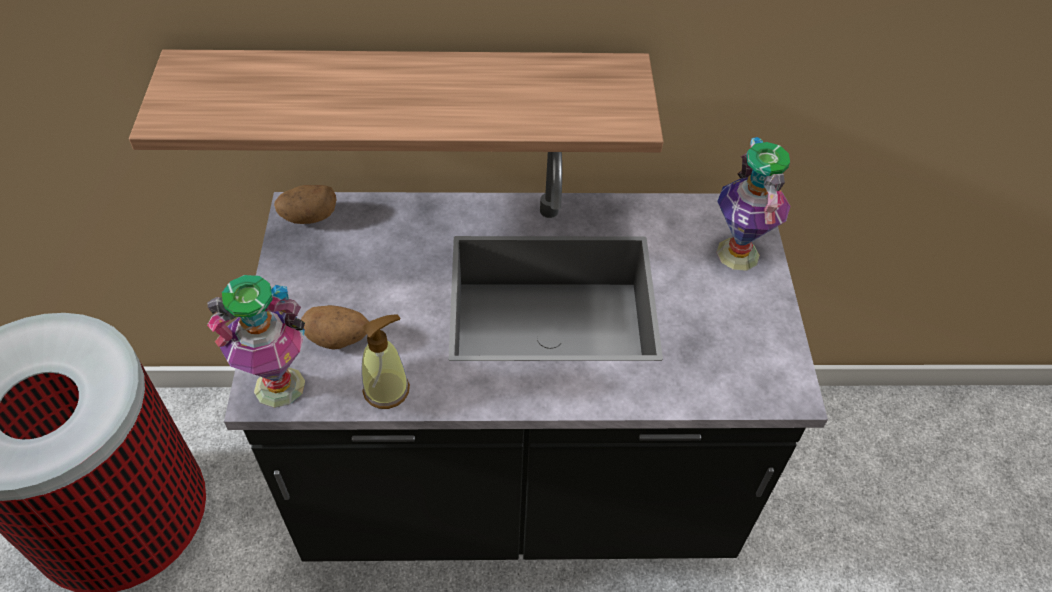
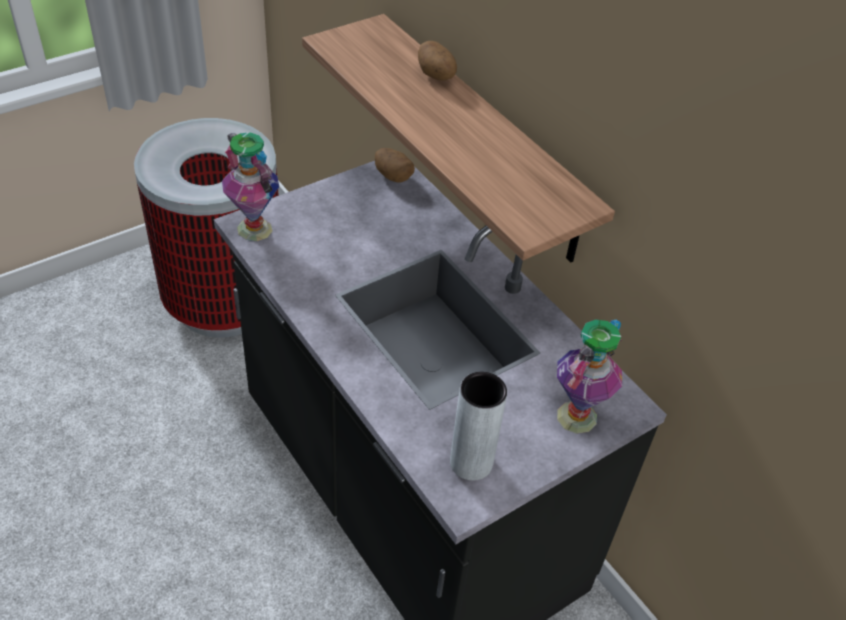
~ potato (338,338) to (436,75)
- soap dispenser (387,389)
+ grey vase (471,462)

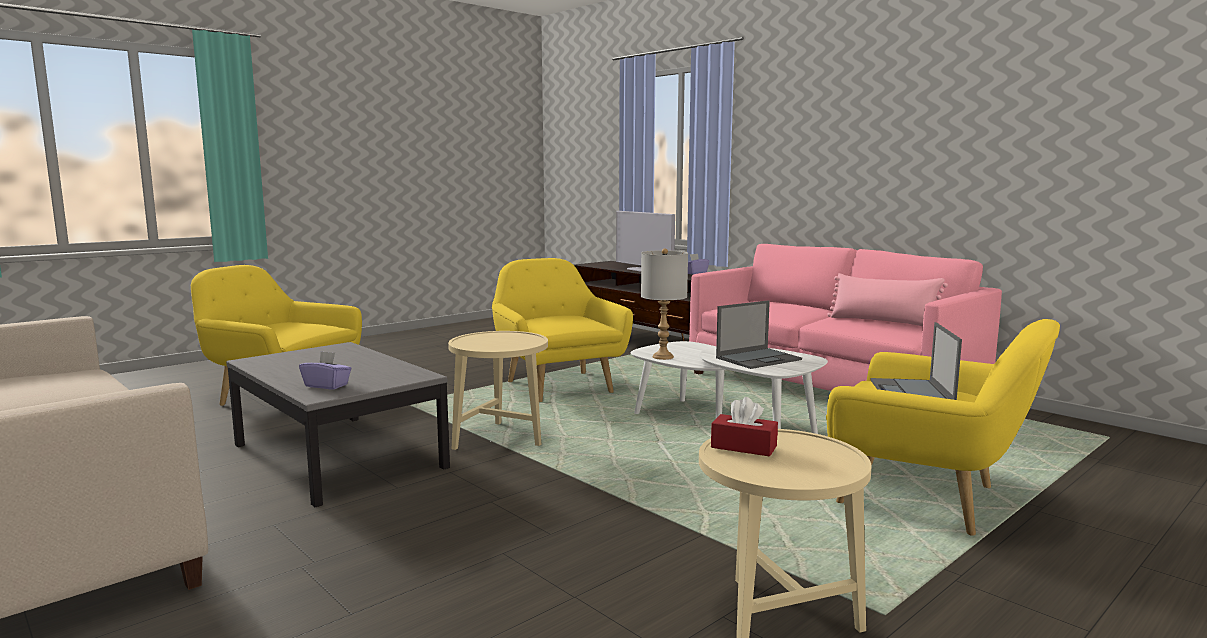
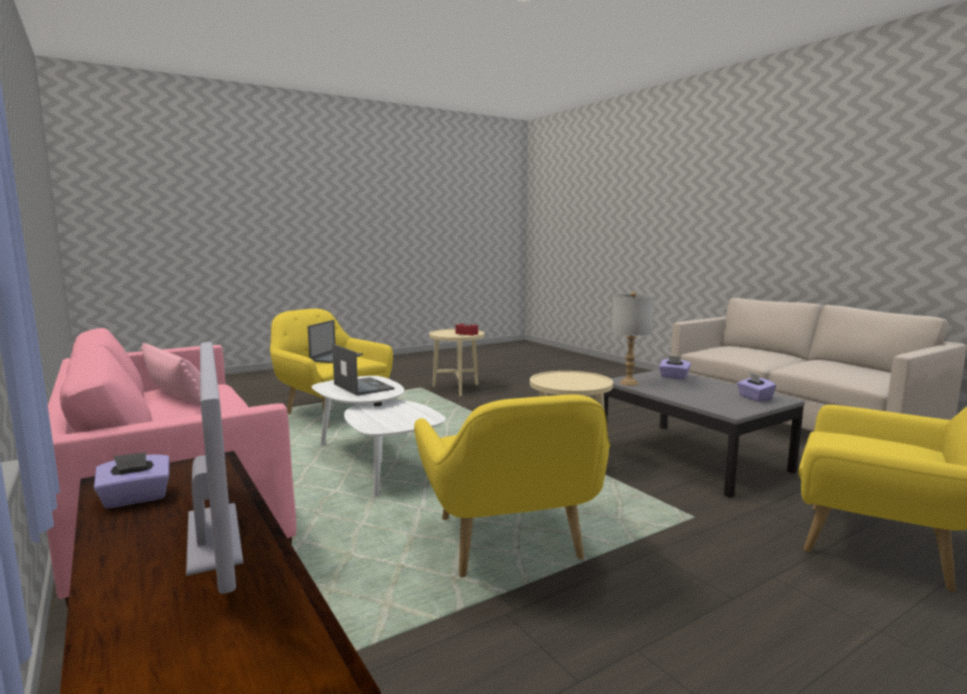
~ grey table lamp (663,357) to (628,383)
~ laptop (759,358) = (363,386) 75 degrees clockwise
+ purple tissue box (754,398)

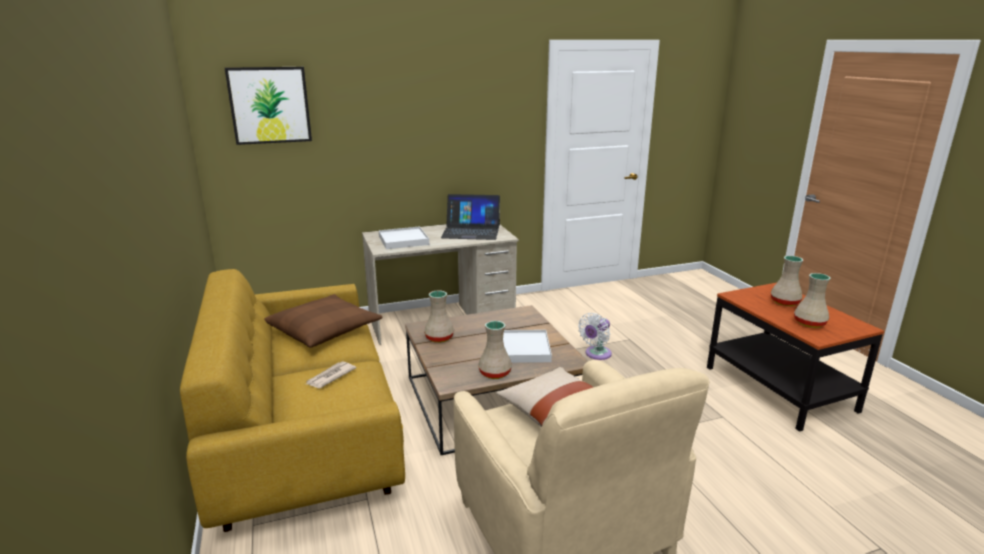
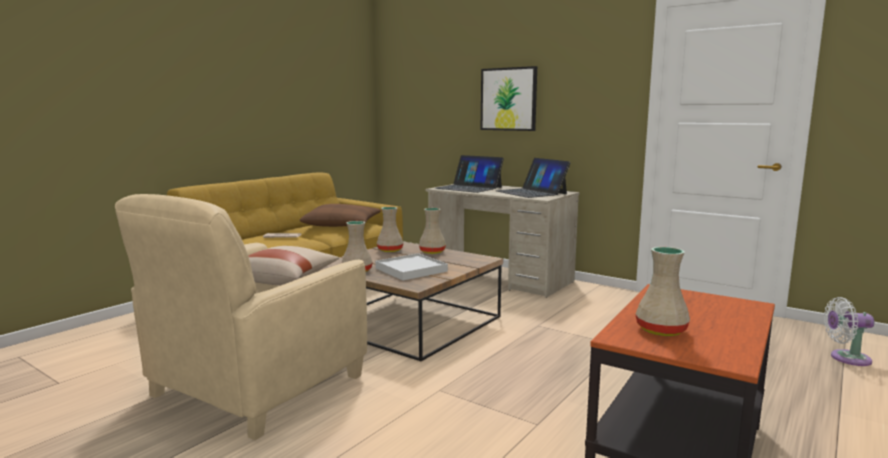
~ picture (270,105) to (508,99)
~ white tray (403,240) to laptop (469,188)
~ beige vase (785,302) to (433,252)
~ white fan (596,354) to (846,358)

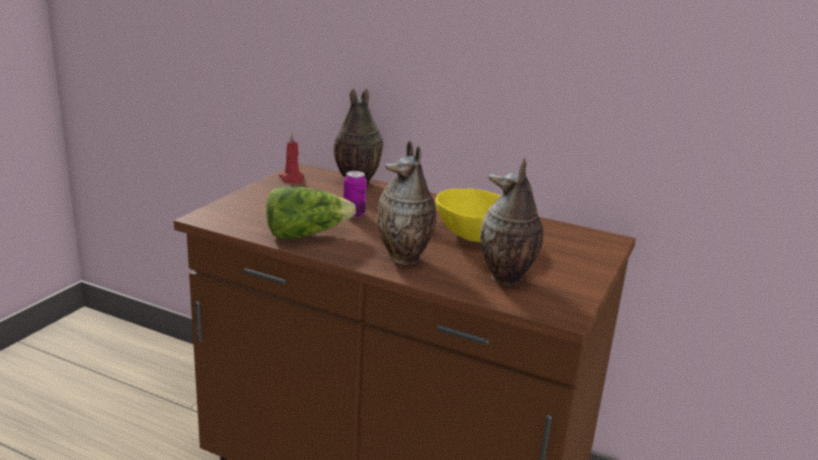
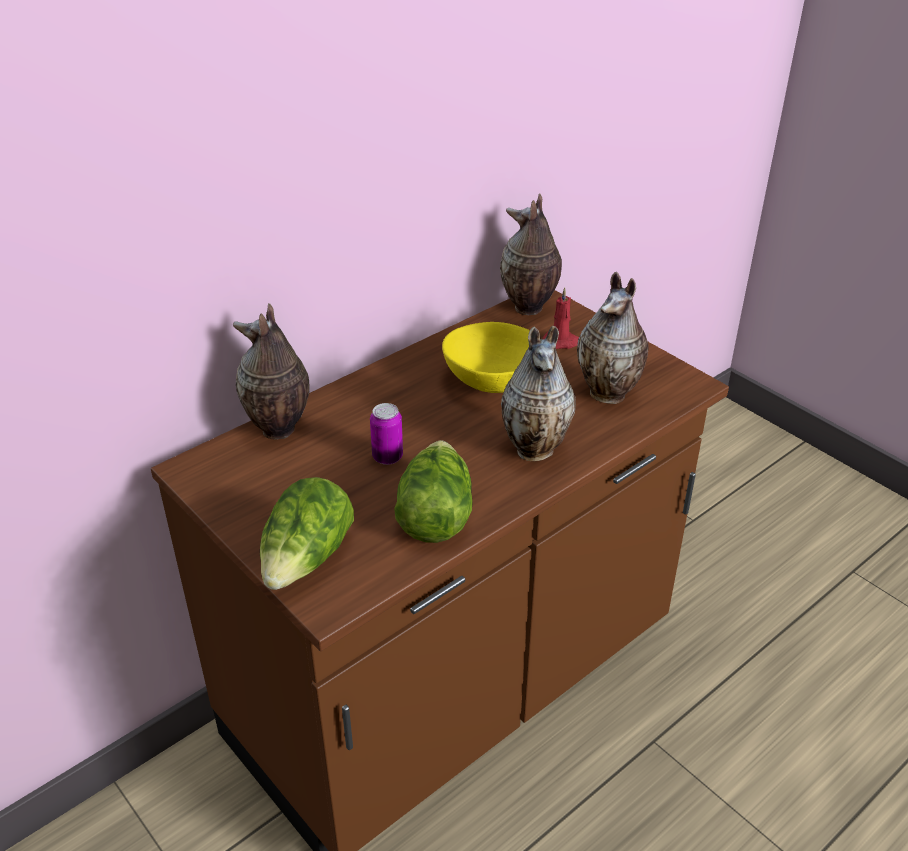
~ red candle (292,179) to (562,342)
+ vase (528,308)
+ lettuce (307,559)

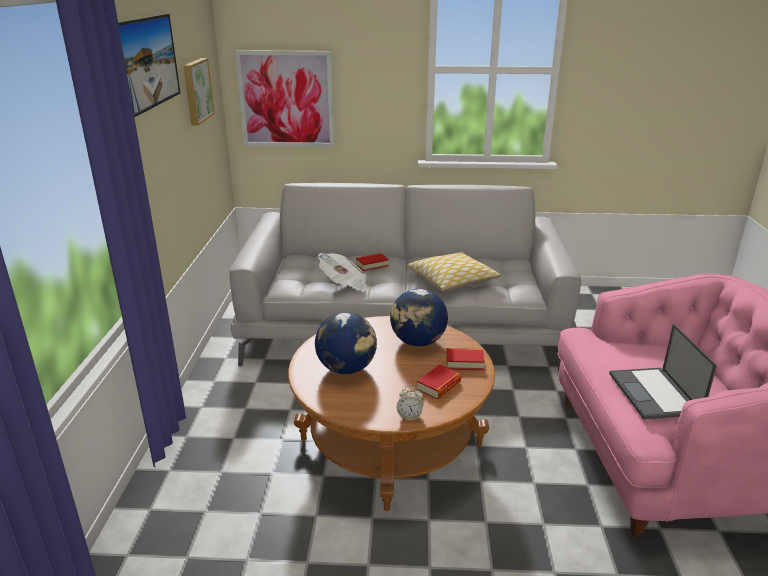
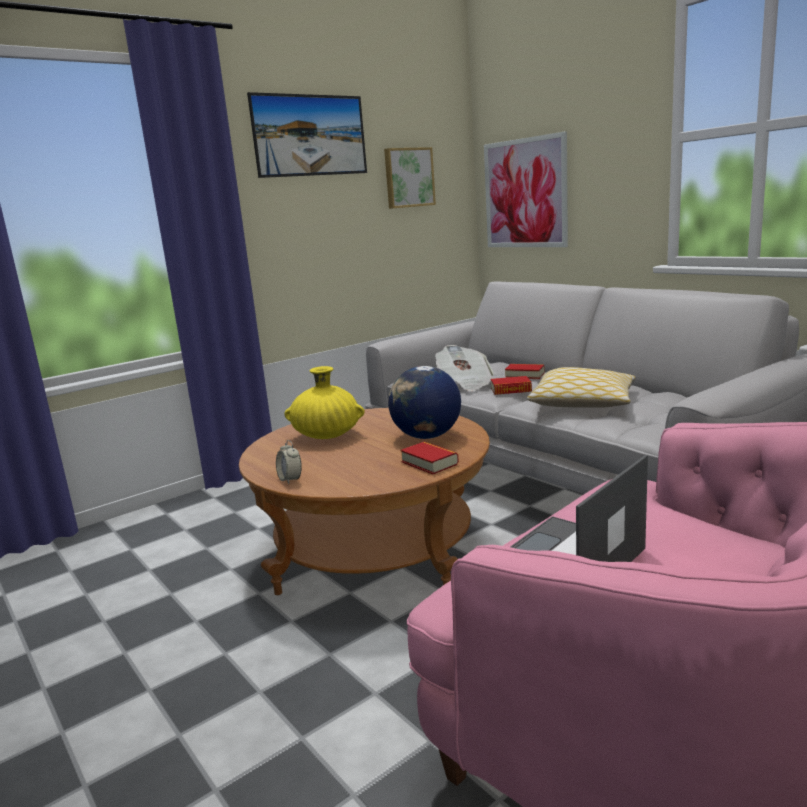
~ globe (347,368) to yellow vase (327,435)
~ book (439,386) to (511,390)

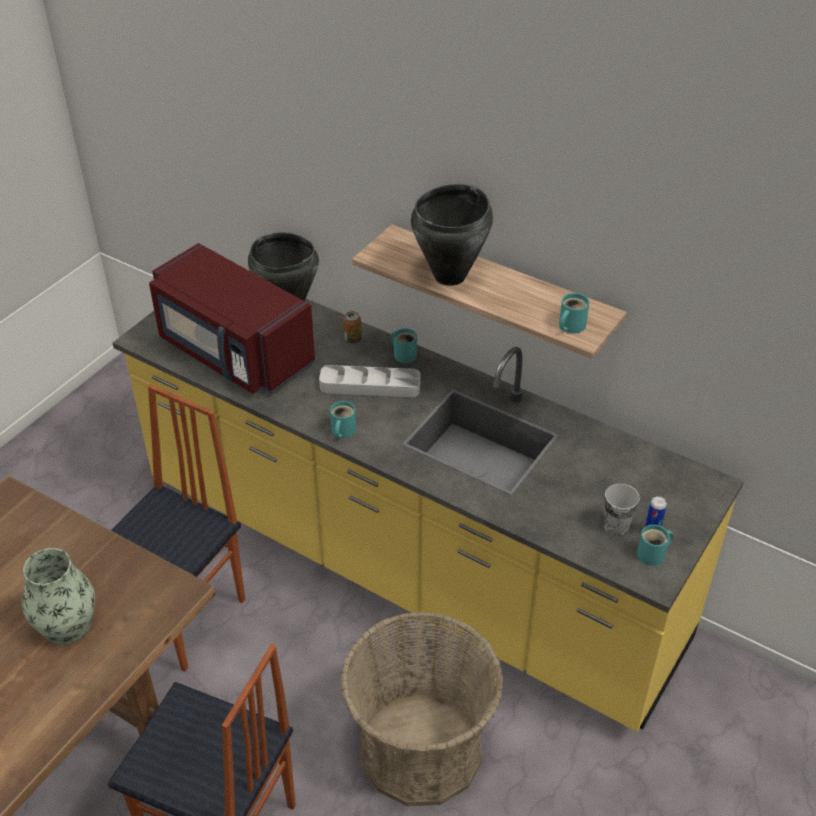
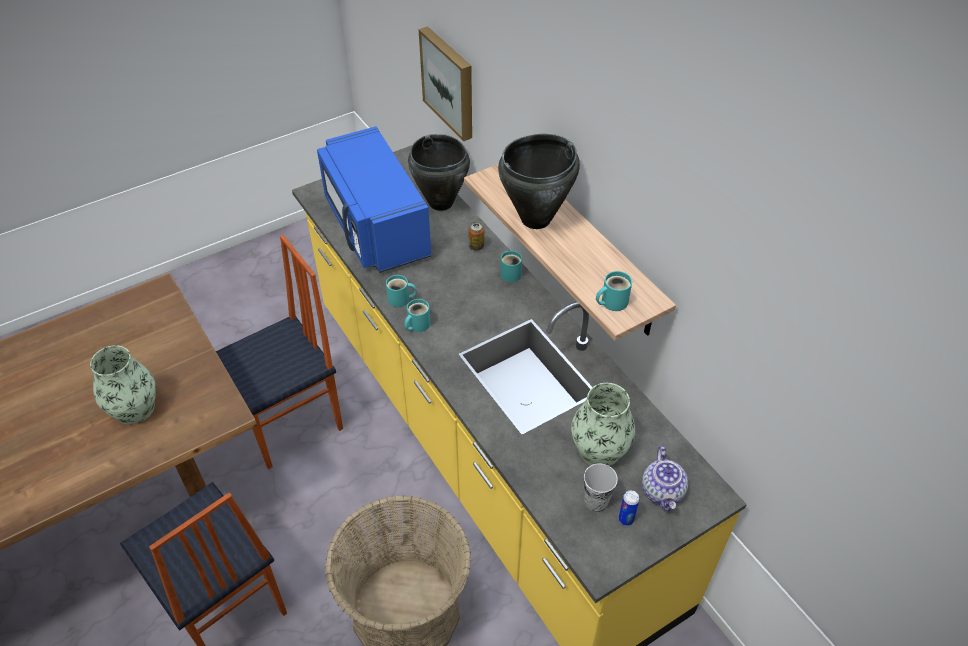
~ red microwave (233,352) to blue microwave (375,227)
- grey tray (370,385)
~ turquoise mug (653,554) to (401,300)
+ picture (450,82)
+ vase (599,449)
+ teapot (663,492)

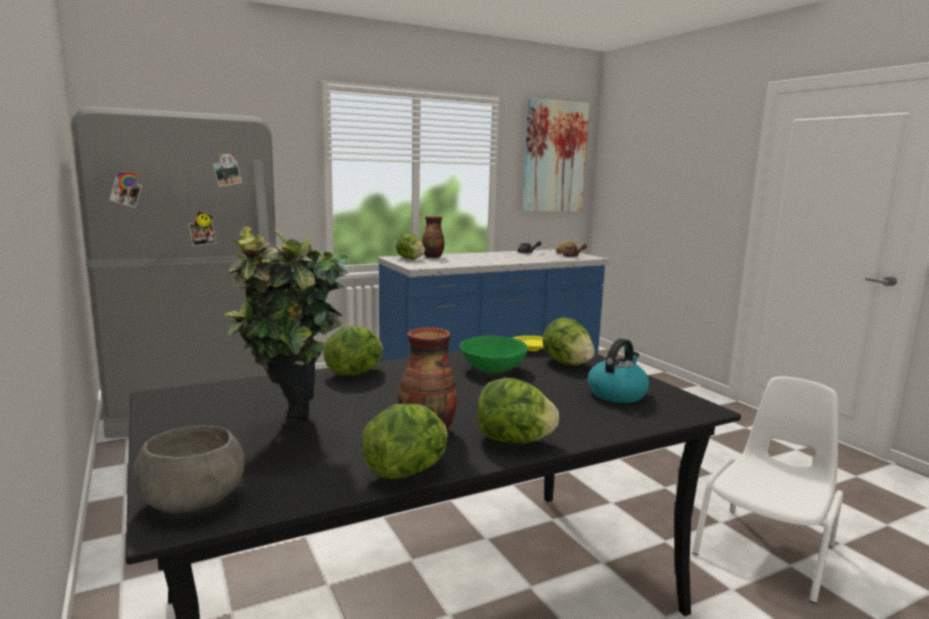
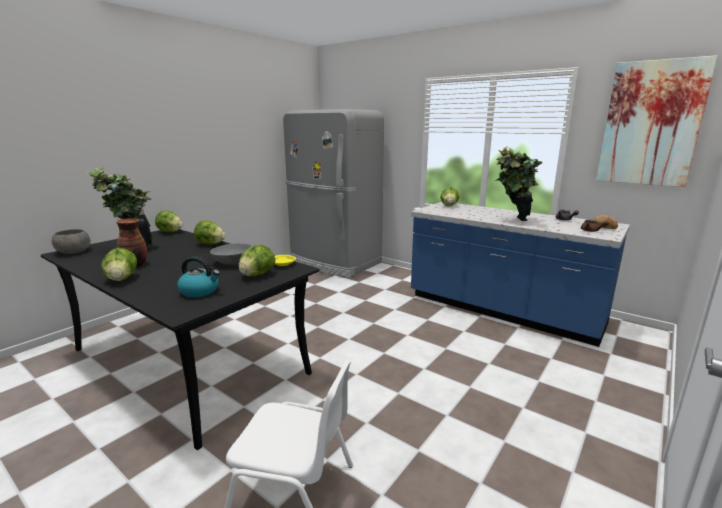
- vase (433,257)
~ green bowl (492,369) to grey bowl (233,262)
~ lettuce (408,471) to (170,232)
+ potted plant (512,221)

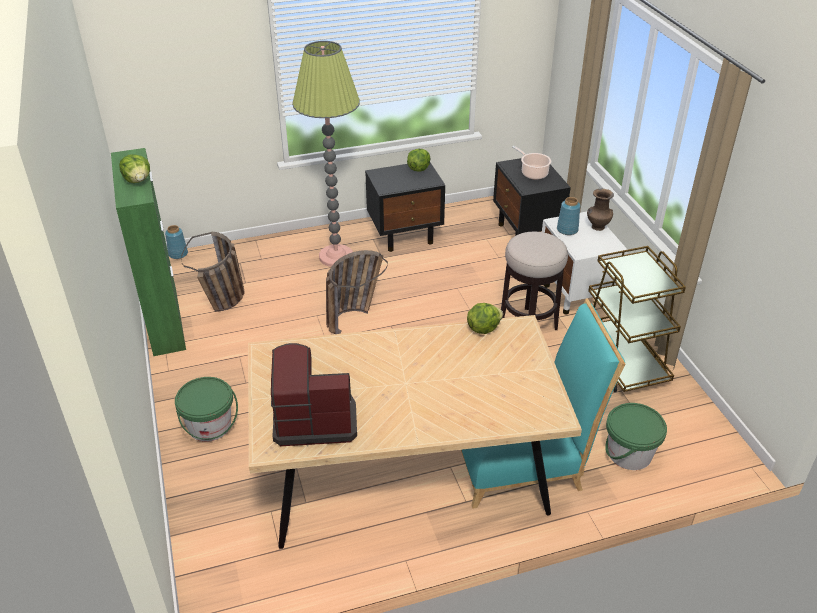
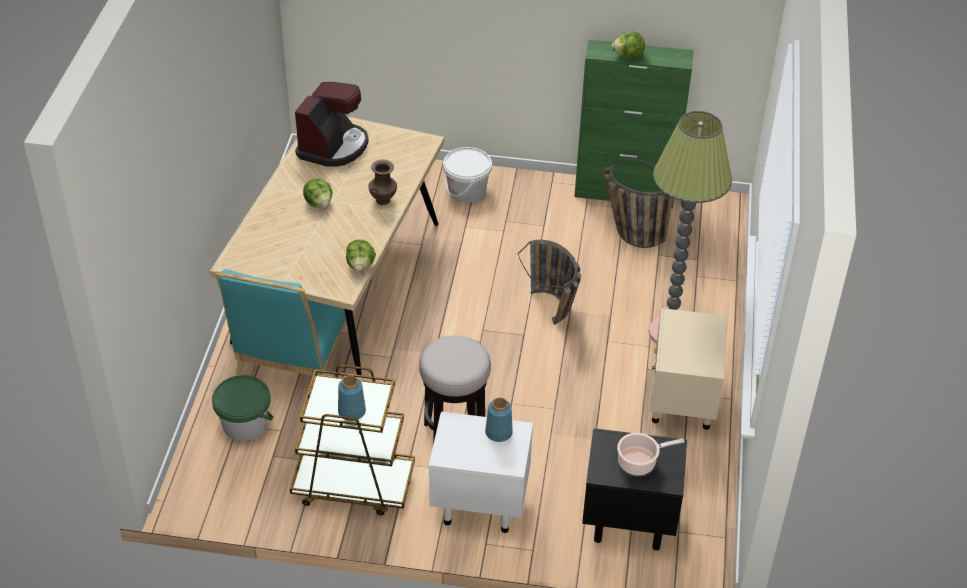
~ lettuce (418,168) to (319,203)
~ black nightstand (405,235) to beige nightstand (682,404)
~ brown vase (597,227) to (383,200)
~ blue vase (178,254) to (352,412)
~ green bucket (209,426) to white bucket (467,191)

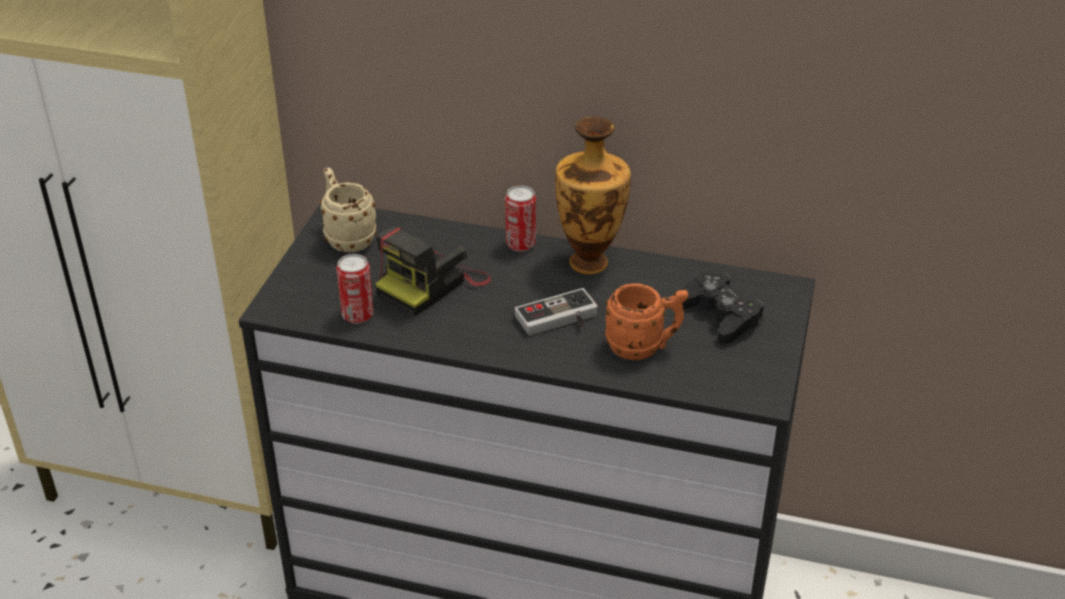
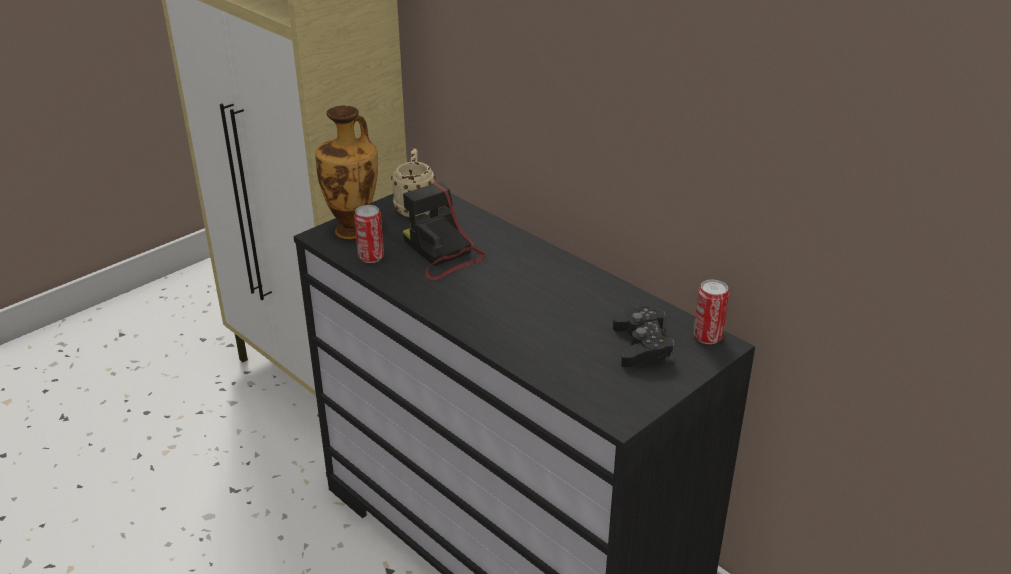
~ vase (590,261) to (353,230)
~ can (520,244) to (707,337)
~ photo camera (432,284) = (442,254) 75 degrees clockwise
- orange mug (643,347)
- game controller (559,321)

